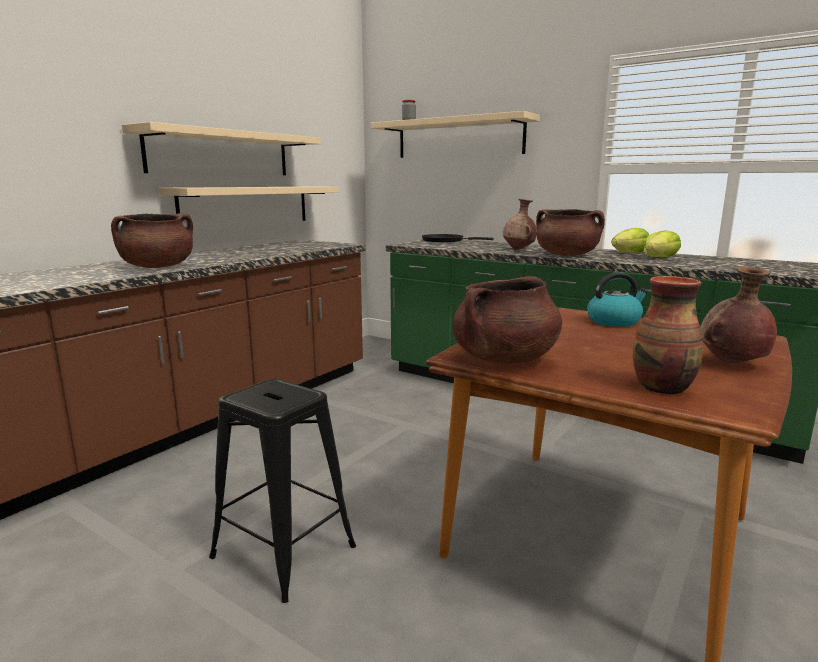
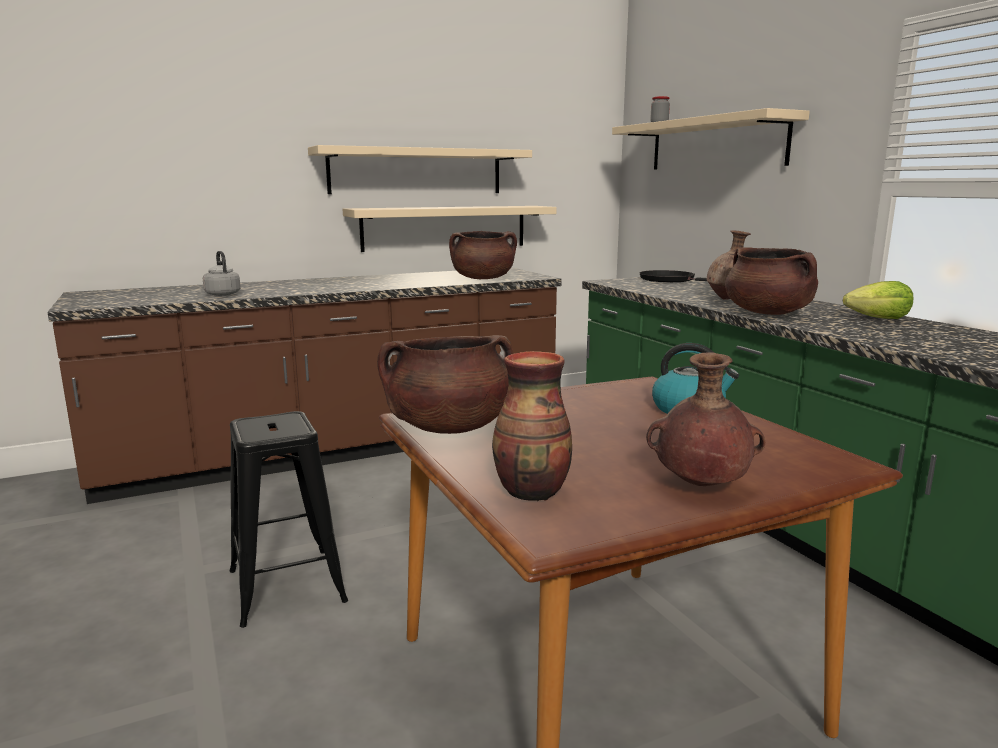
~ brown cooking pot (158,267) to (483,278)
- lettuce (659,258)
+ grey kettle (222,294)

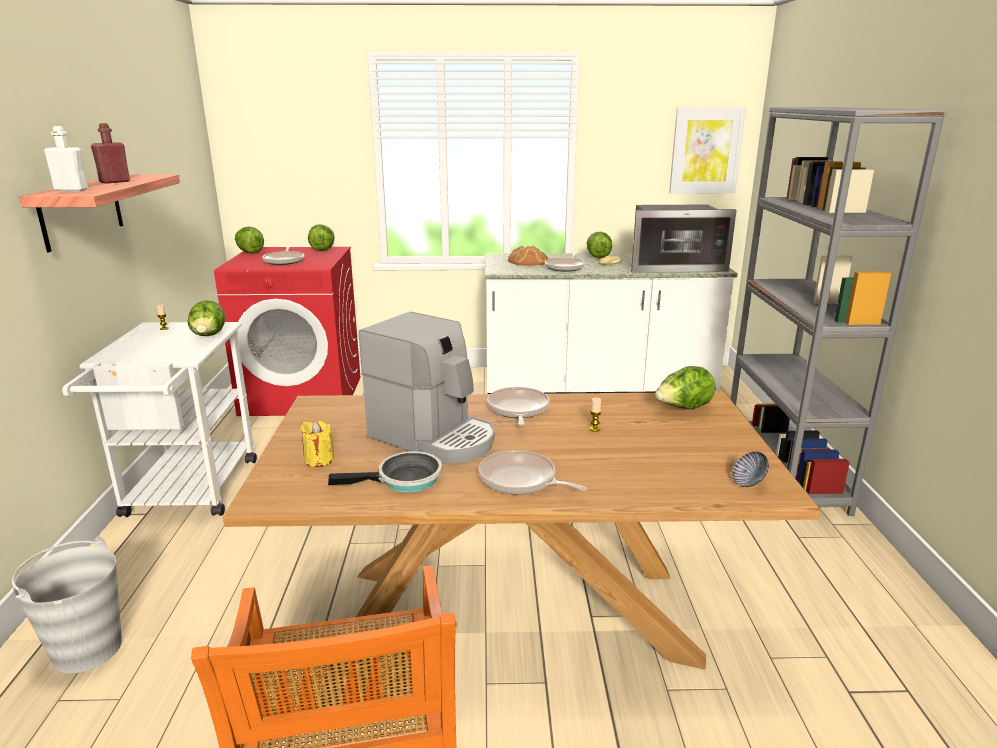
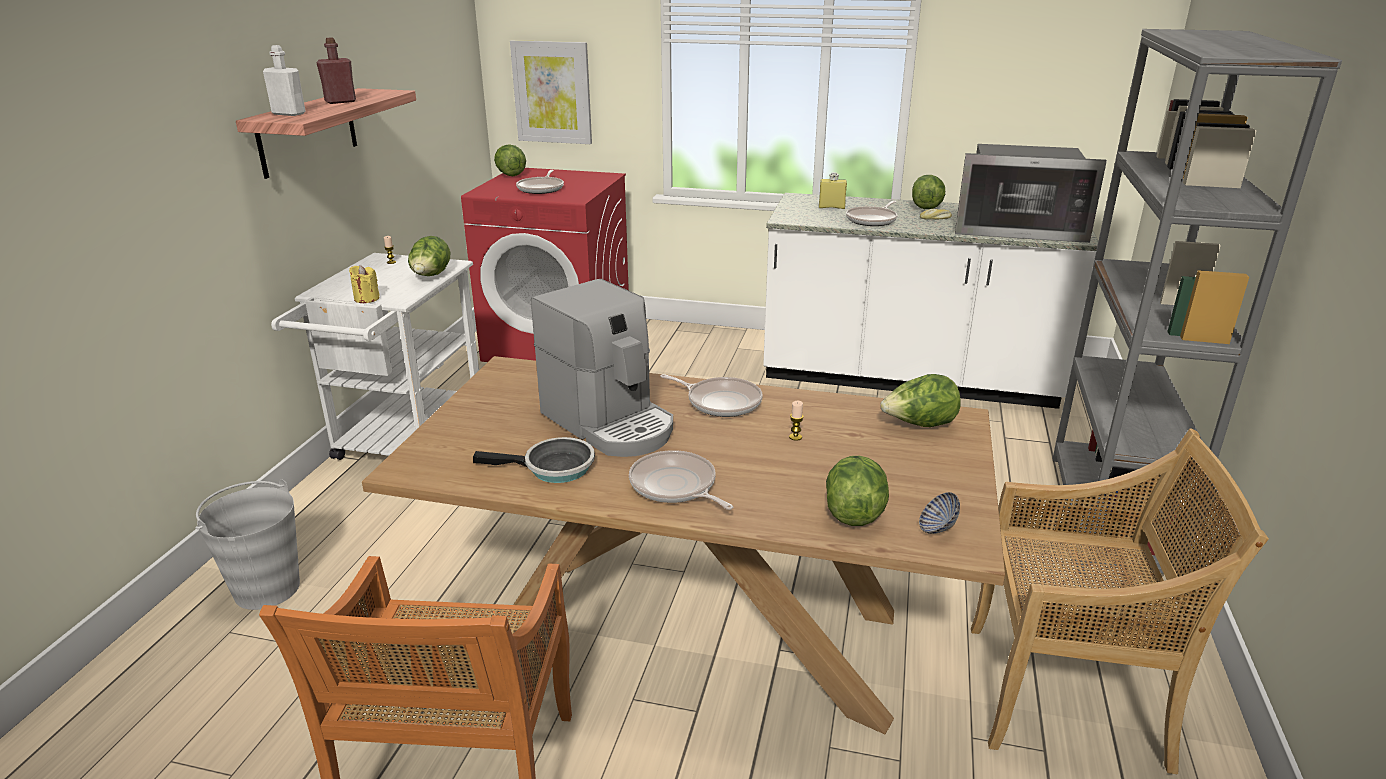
~ picture (706,150) to (552,92)
~ lettuce (322,249) to (854,512)
~ bread (528,261) to yellow bottle (831,207)
~ frying pan (517,409) = (720,402) 105 degrees clockwise
~ yellow candle (319,460) to (366,299)
+ beige chair (1069,694)

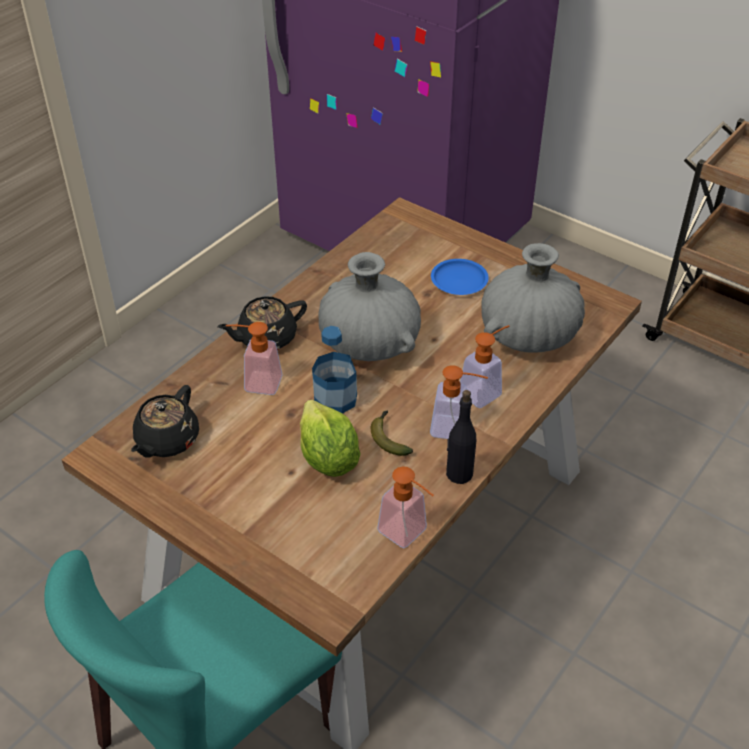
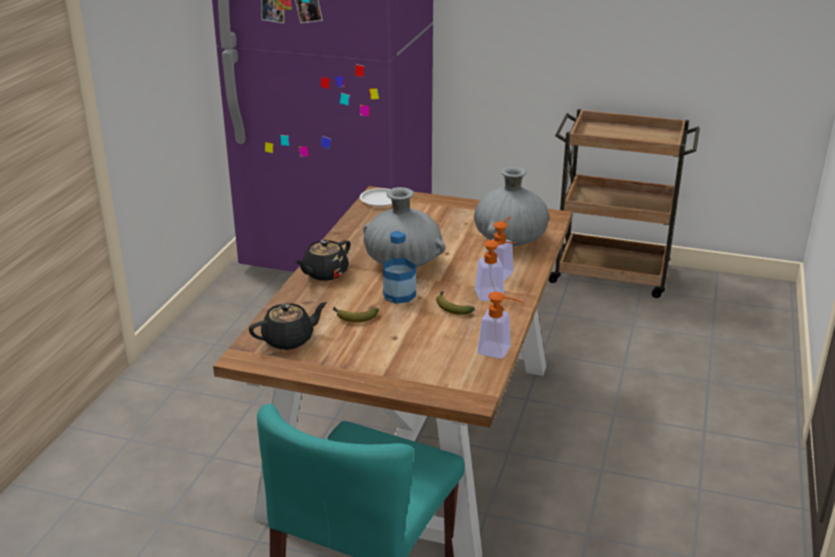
- blue plate (458,280)
- soap dispenser (256,382)
~ black teapot (166,441) = (289,340) 120 degrees counterclockwise
- black bottle (459,474)
- lettuce (327,458)
+ white plate (380,200)
+ banana (353,317)

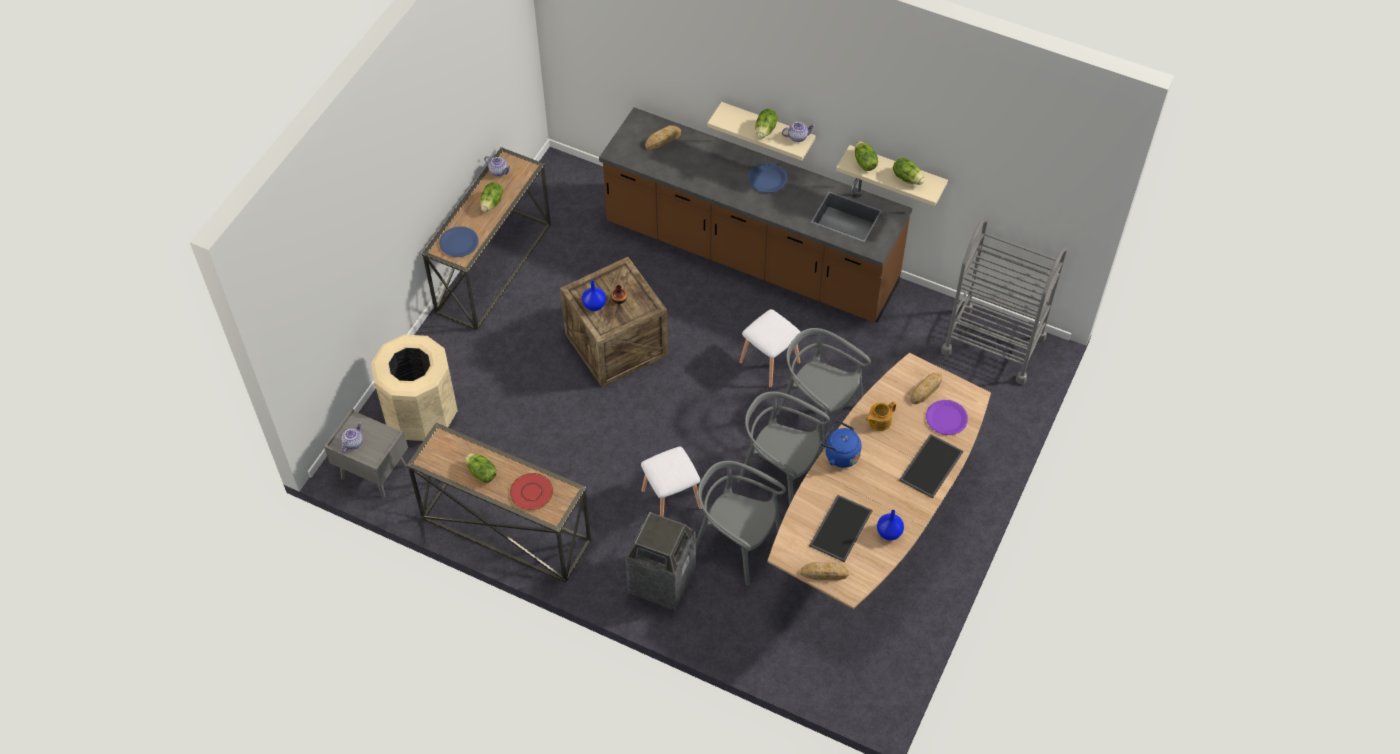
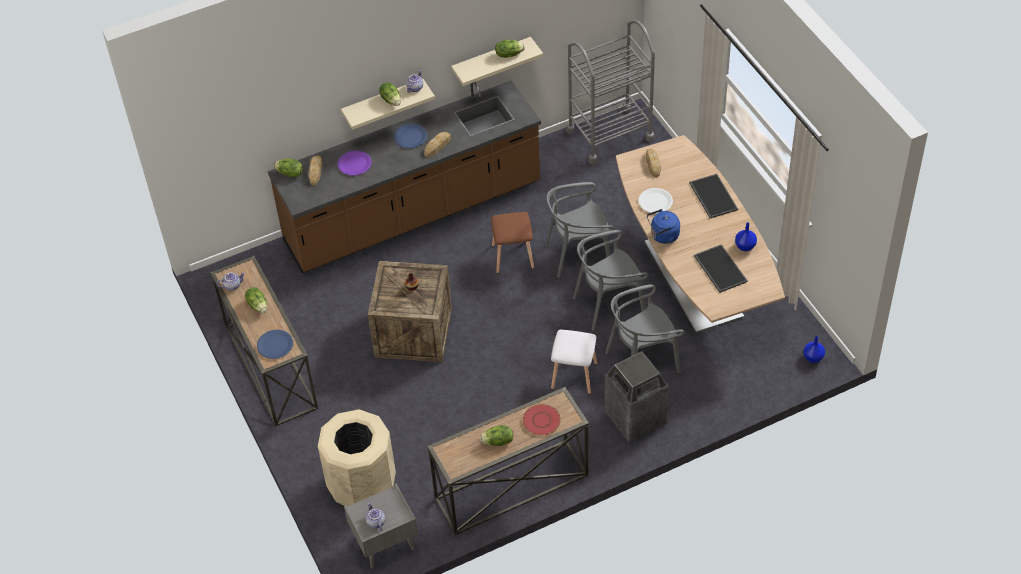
~ lettuce (864,163) to (290,173)
~ blue vase (594,306) to (813,358)
~ white stool (770,363) to brown stool (513,256)
~ purple plate (946,418) to (354,164)
~ teapot (879,421) to white plate (655,201)
~ bread (824,573) to (437,146)

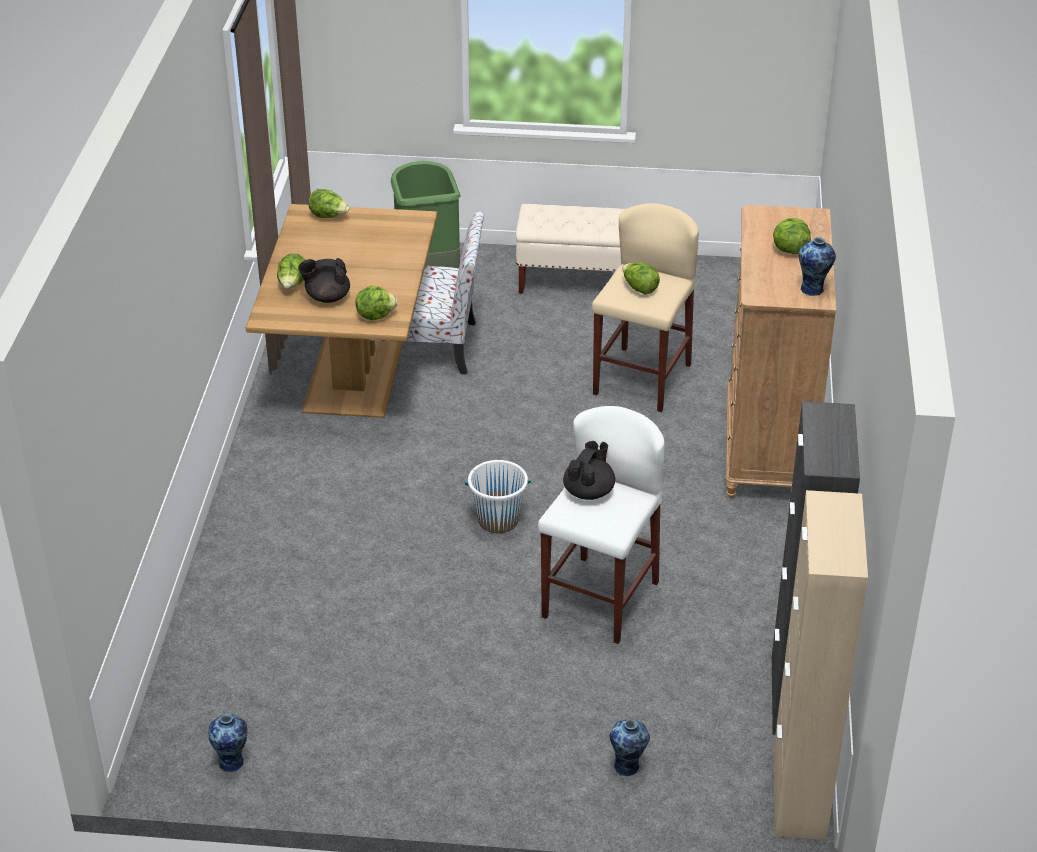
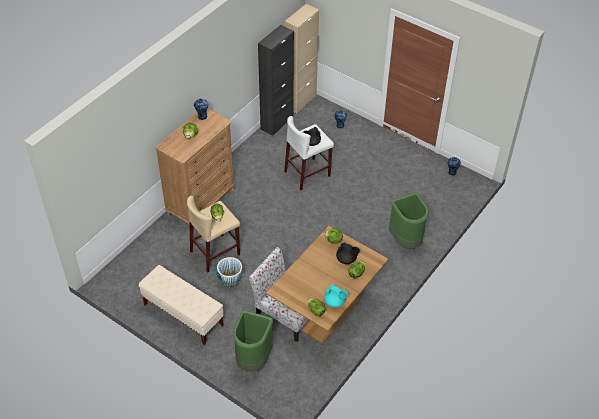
~ white bucket (498,520) to (230,281)
+ green trash can (406,241)
+ turquoise teapot (335,302)

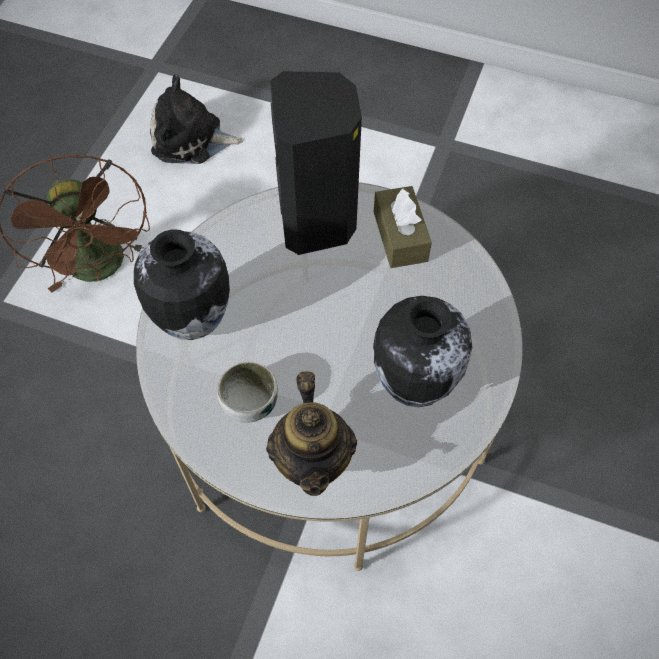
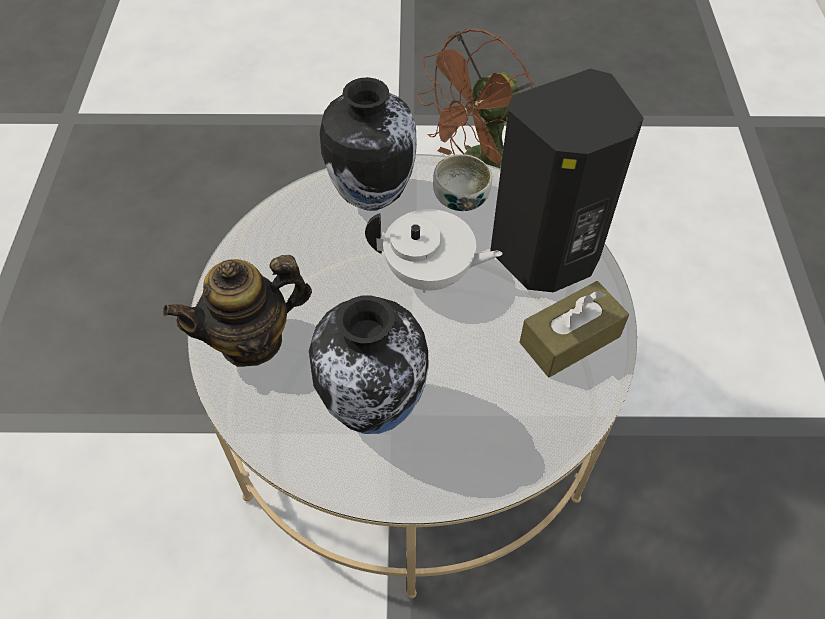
- plush toy (191,140)
~ bowl (249,402) to (461,198)
+ white teapot (430,274)

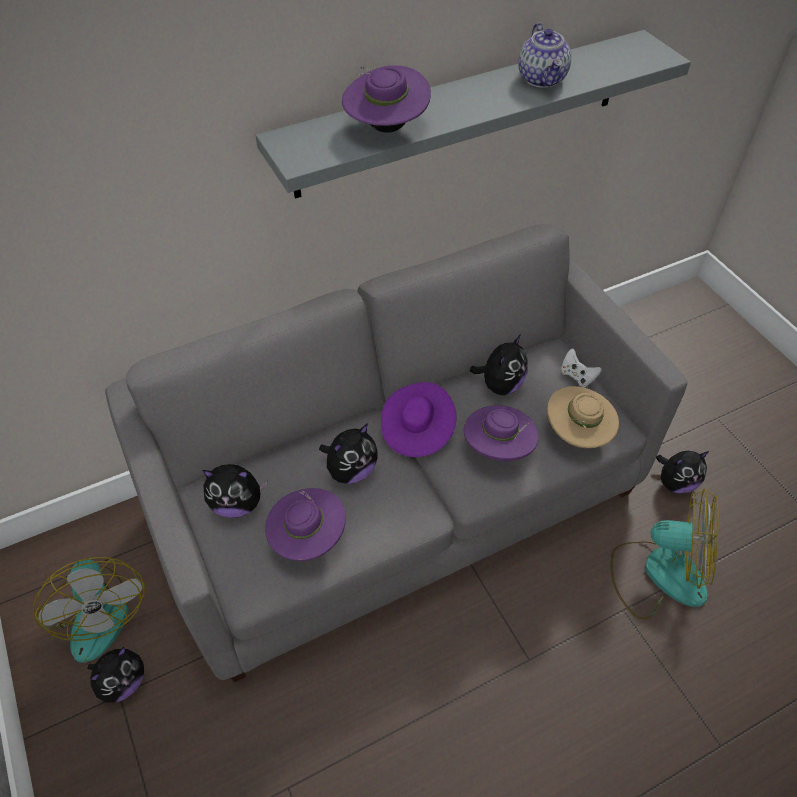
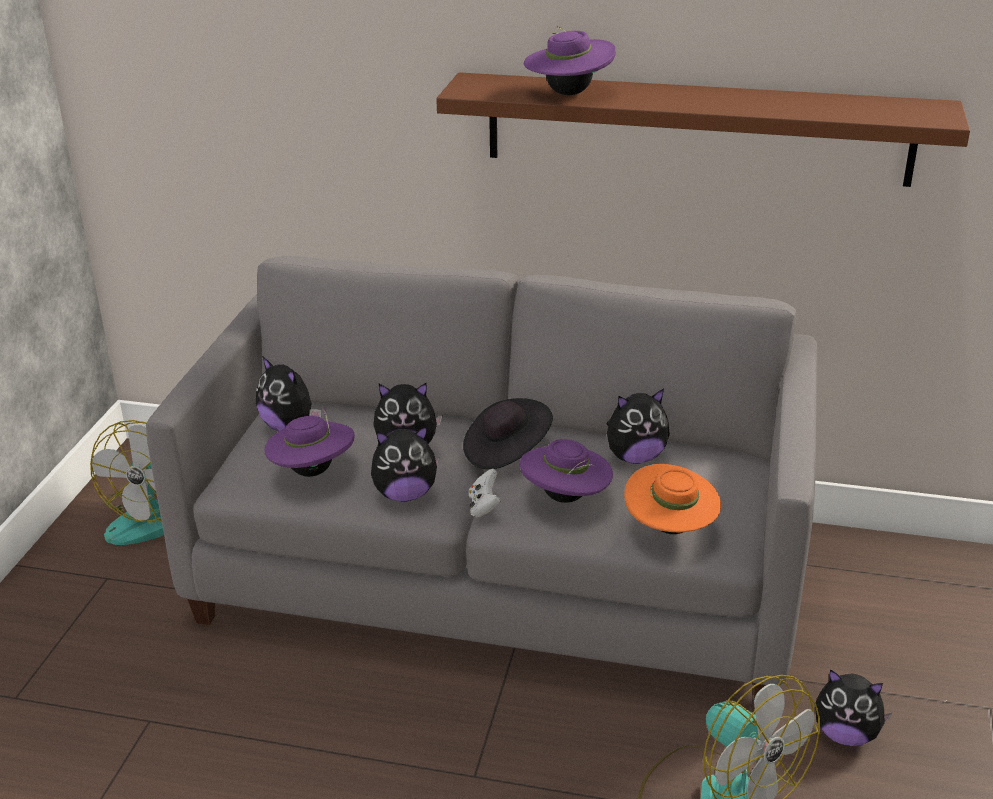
- teapot (542,79)
~ grey shelf (462,113) to brown shelf (696,129)
~ white game controller (577,376) to (484,507)
~ purple hat (417,430) to black hat (506,451)
~ beige hat (577,433) to orange hat (670,529)
~ plush toy (123,682) to (405,494)

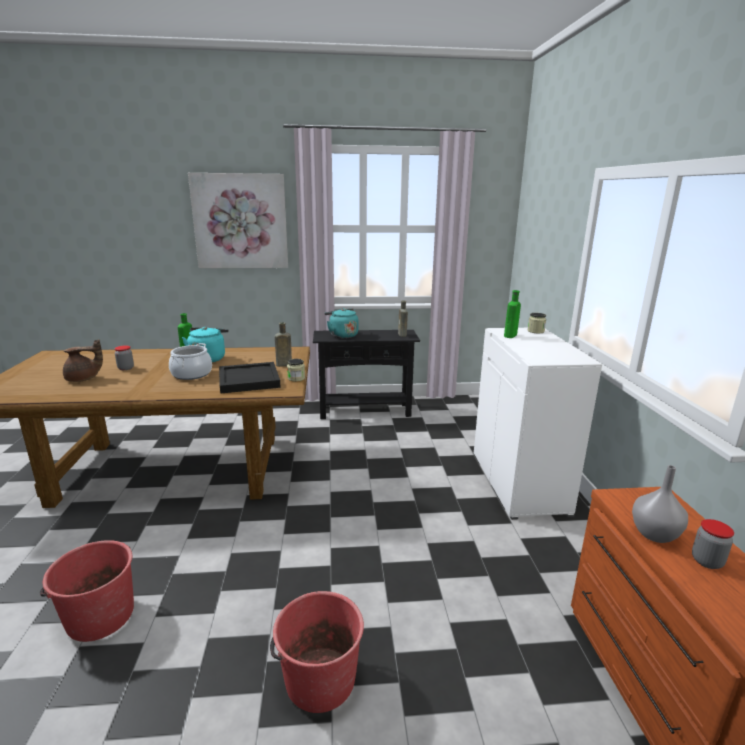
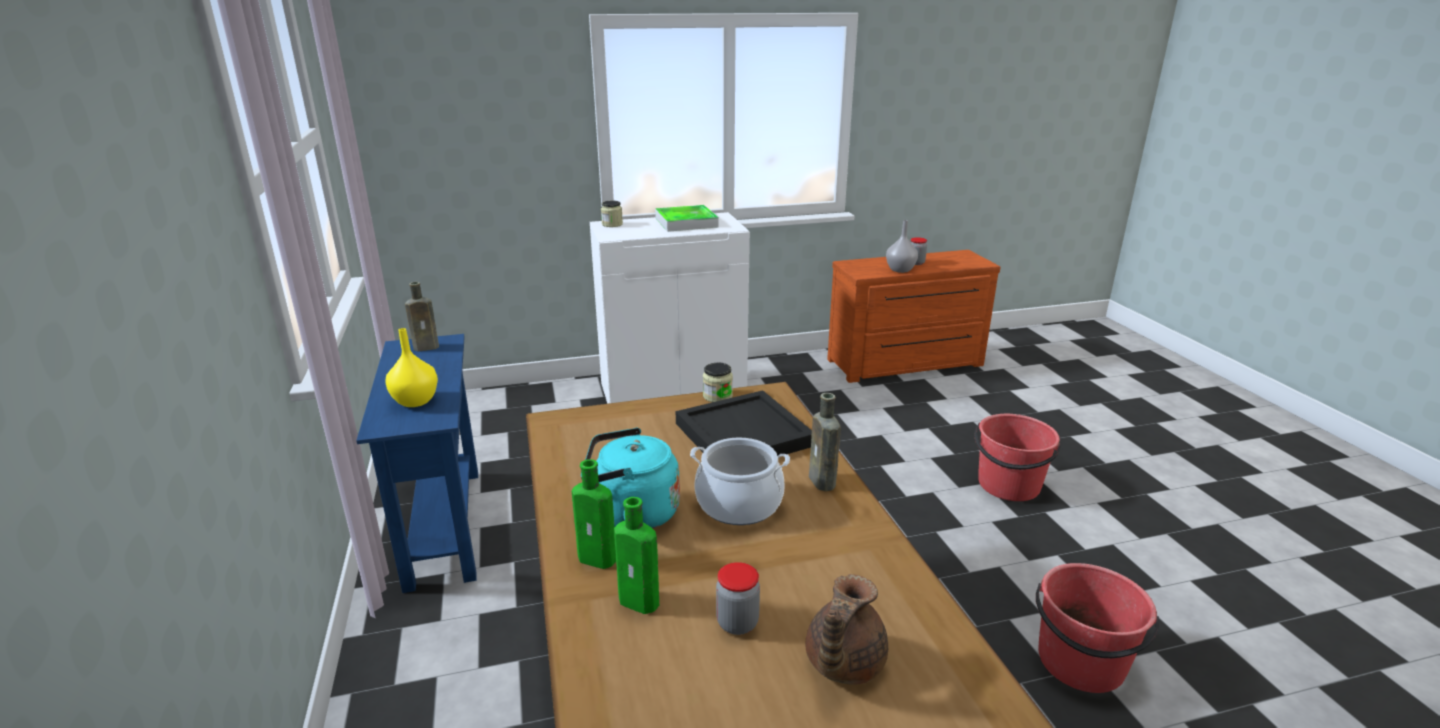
- picture (240,222)
~ green bottle (510,336) to (641,602)
~ turquoise kettle (342,335) to yellow vase (414,401)
~ brown bottle (283,365) to (823,482)
~ black console table (365,411) to blue console table (444,526)
~ brown teapot (83,379) = (842,664) 120 degrees counterclockwise
+ tray (686,222)

